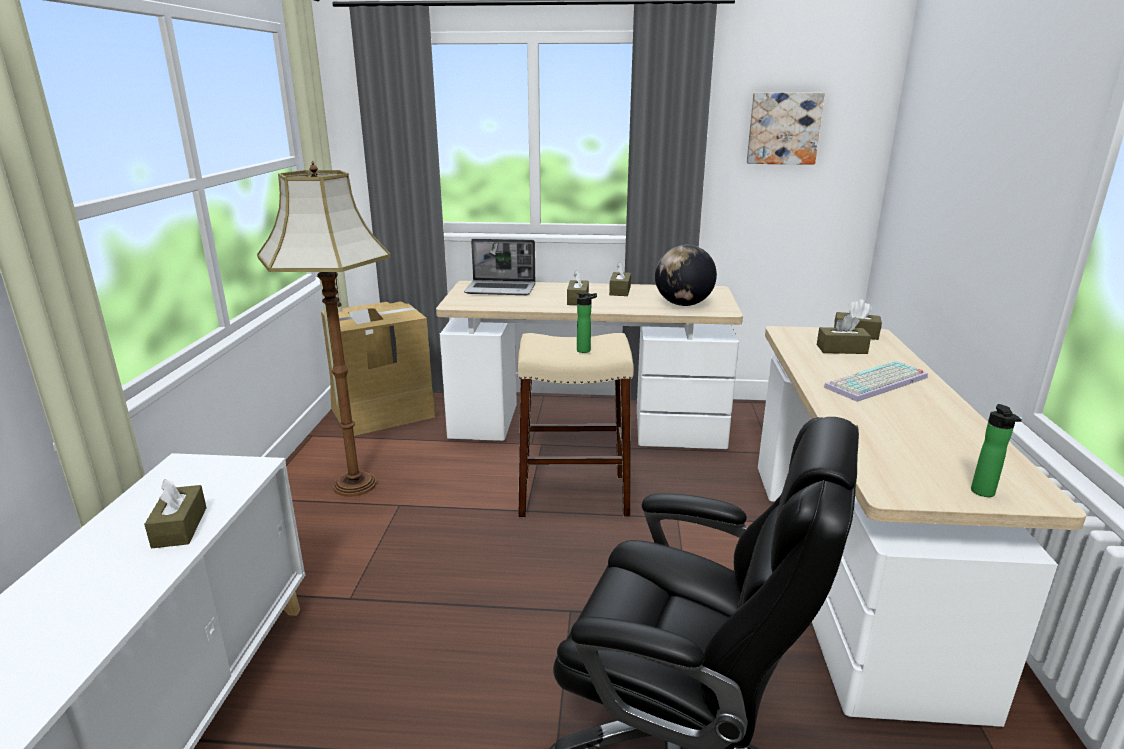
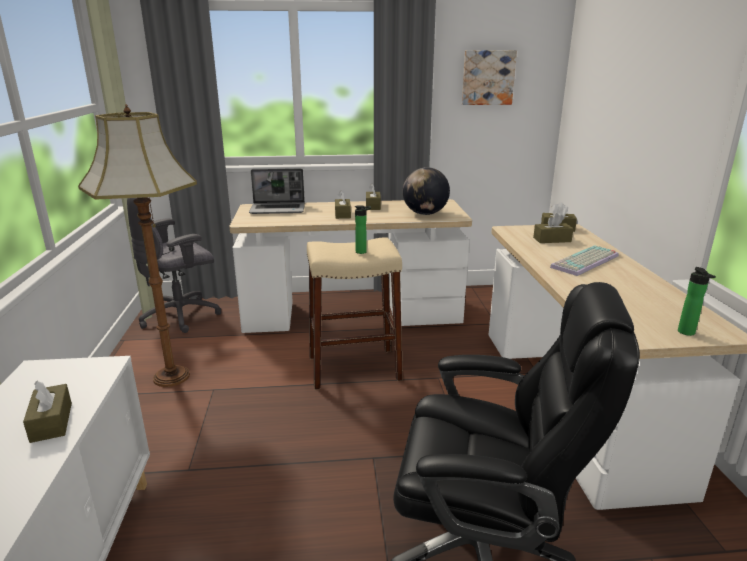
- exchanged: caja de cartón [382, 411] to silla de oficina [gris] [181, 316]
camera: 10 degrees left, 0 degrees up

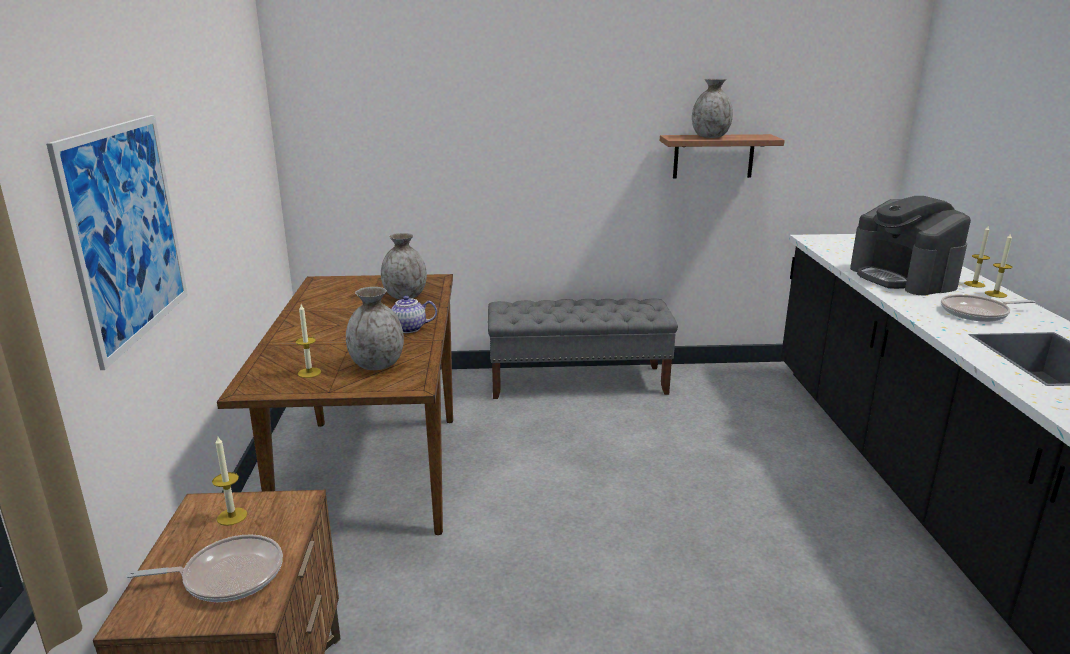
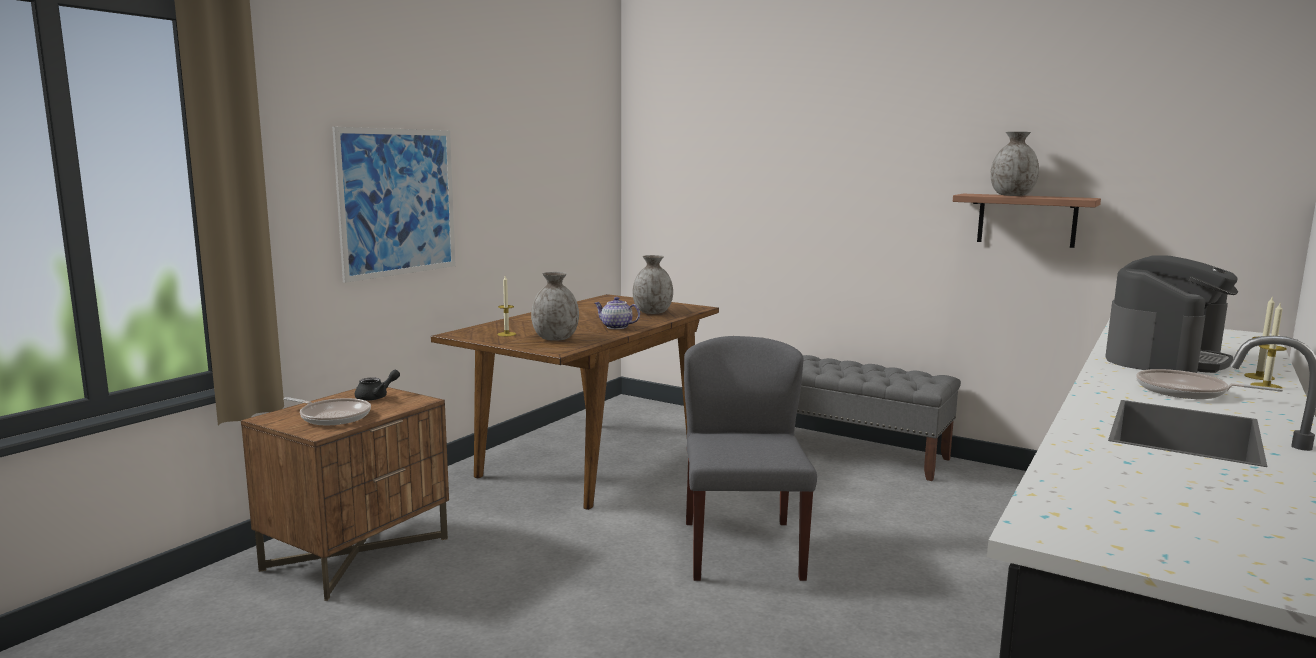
- exchanged: vela [232, 516] to tetera [negro] [376, 397]
- appeared: silla [gris] [742, 549]
- spun: cafetera [903, 278] = [1165, 359] 150 degrees counterclockwise
camera: 35 degrees right, 10 degrees down

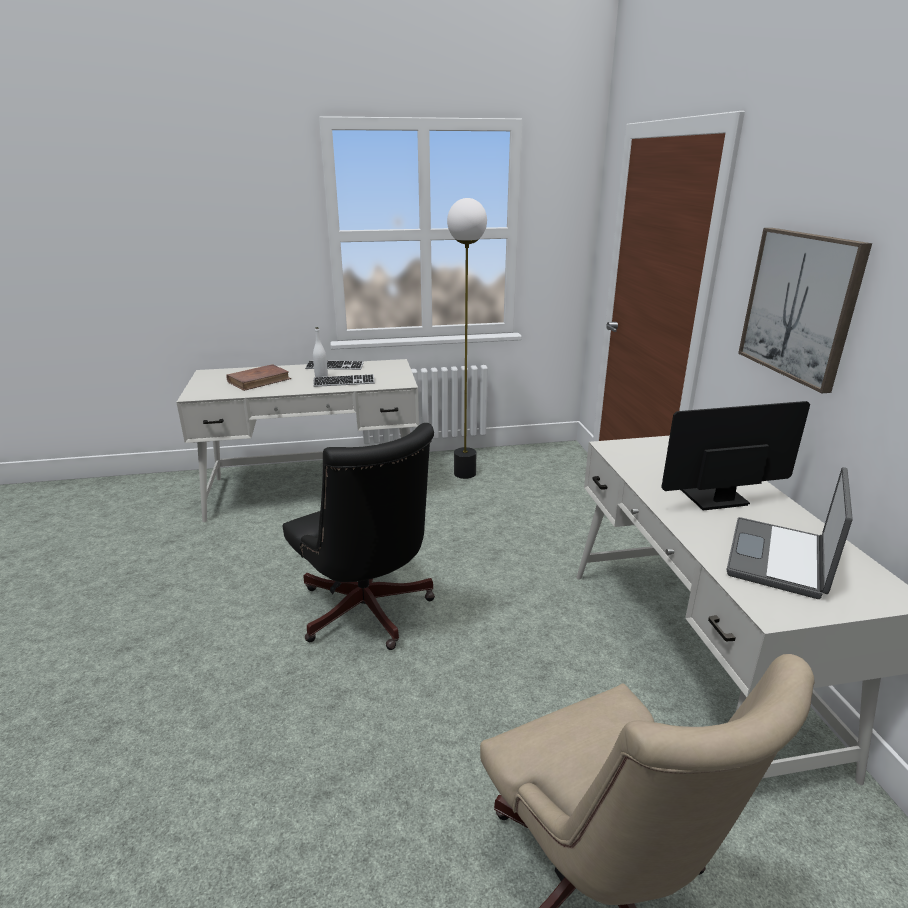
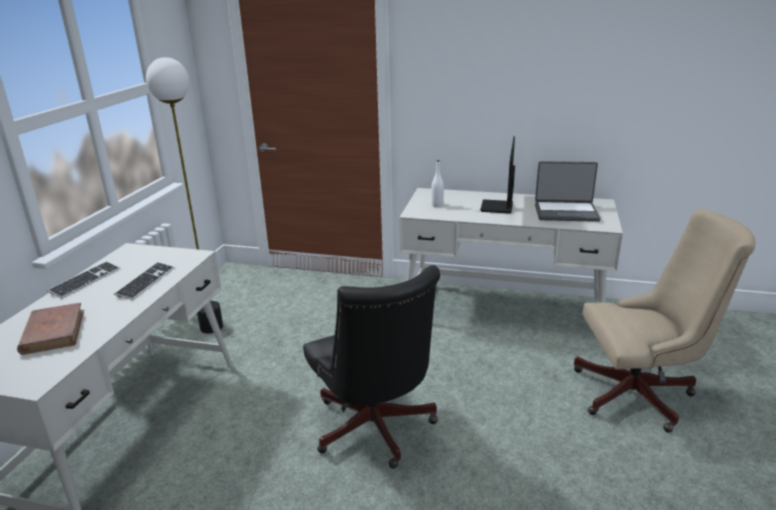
- spun: silla de oficina [negro] [368, 614] = [375, 431] 75 degrees clockwise
- relocated: botella [blanco] [321, 376] to [437, 205]
- spun: portátil [780, 559] = [566, 212] 45 degrees counterclockwise
- missing: cuadro [800, 306]
camera: 65 degrees left, 0 degrees up

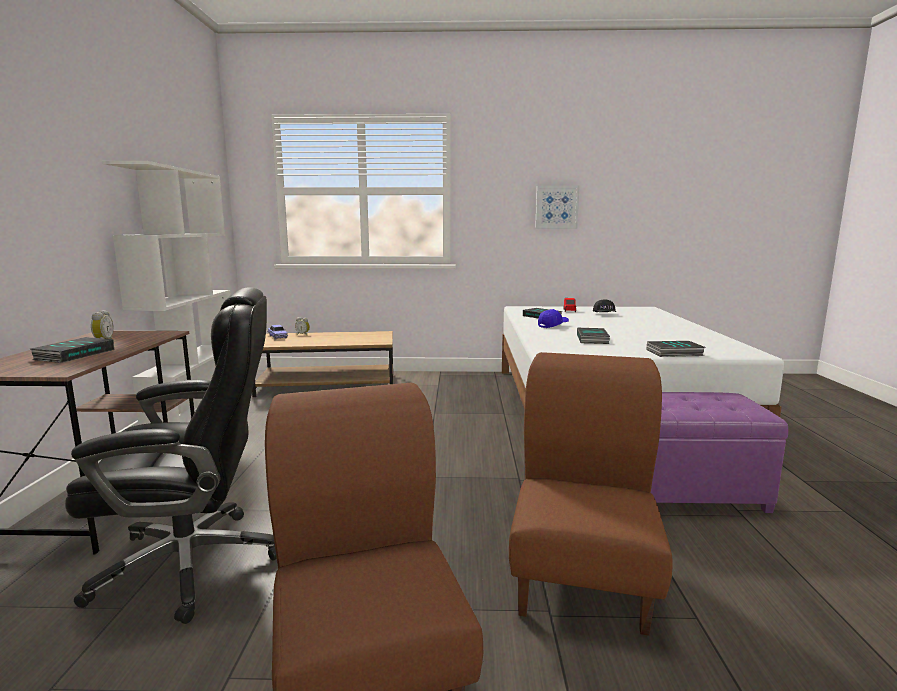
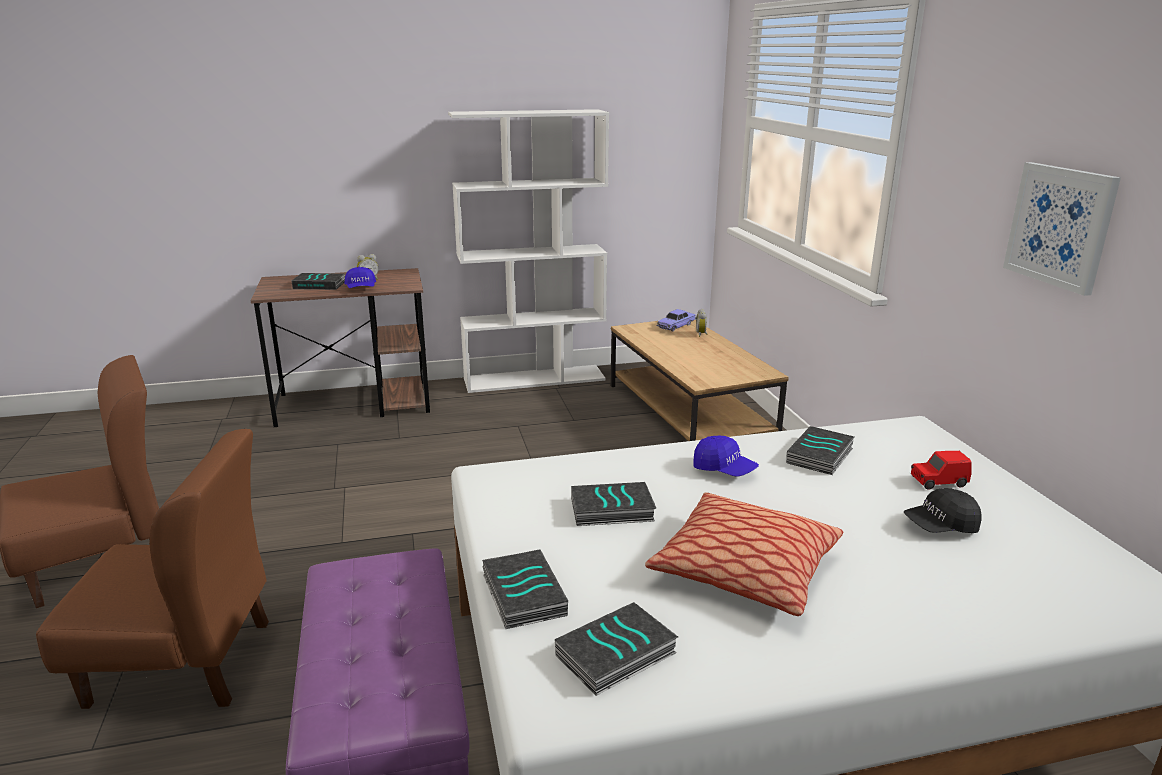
- appeared: gorra [azul] [361, 289]
- appeared: libro [616, 656]
- appeared: cojín [744, 569]
- missing: silla de oficina [negro] [194, 563]
camera: 75 degrees right, 10 degrees up

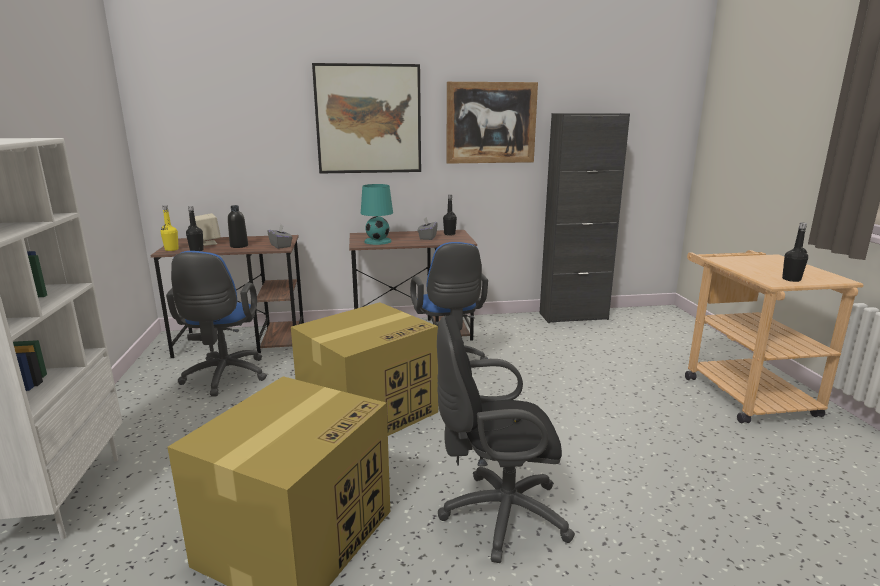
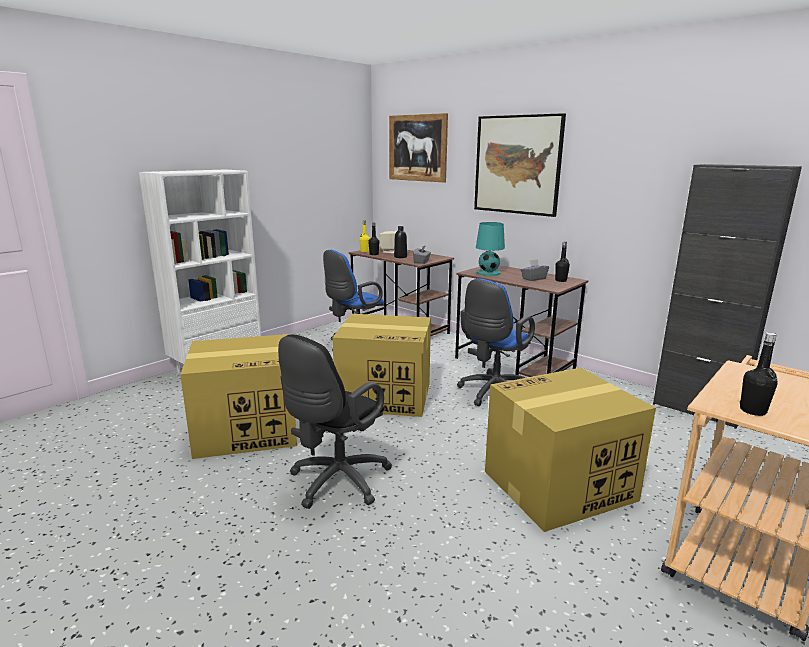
- spun: silla de oficina [negro] [497, 515] = [336, 483] 105 degrees counterclockwise
- relocated: cuadro [491, 123] to [417, 148]
- appeared: caja de cartón [557, 486]
camera: 50 degrees right, 0 degrees up

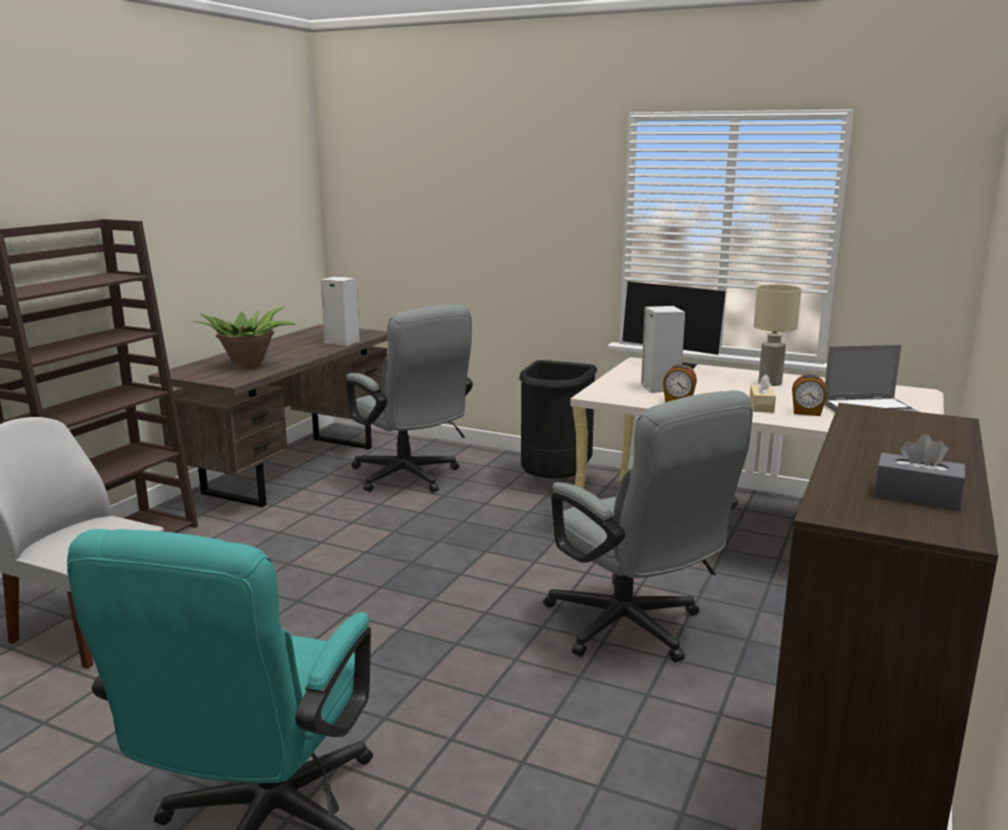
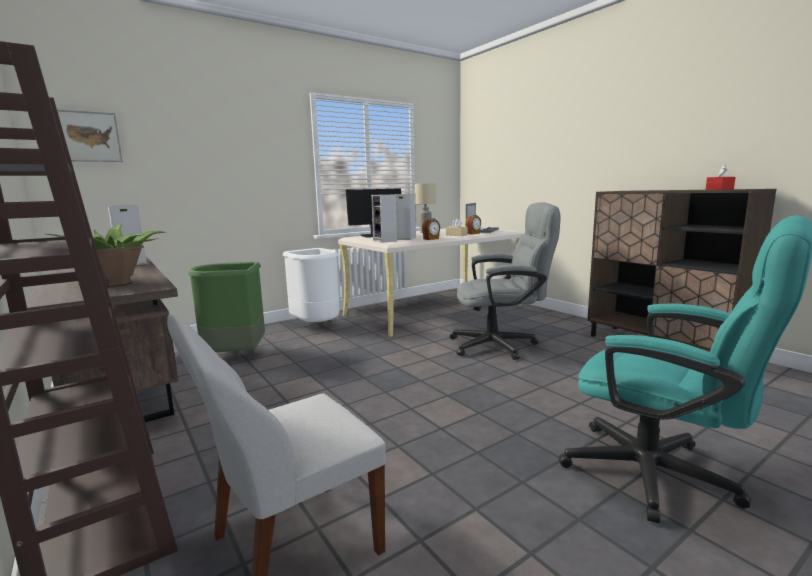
- appeared: cuadro [90, 137]
- exchanged: silla de oficina [gris] [410, 478] to papelera [verde] [236, 356]
- colour: papelera [negro] [555, 481] to papelera [blanco] [317, 326]
- appeared: altavoz [385, 241]
- colour: caja de pañuelos [gris] [916, 496] to caja de pañuelos [rojo] [719, 189]
camera: 60 degrees left, 5 degrees down

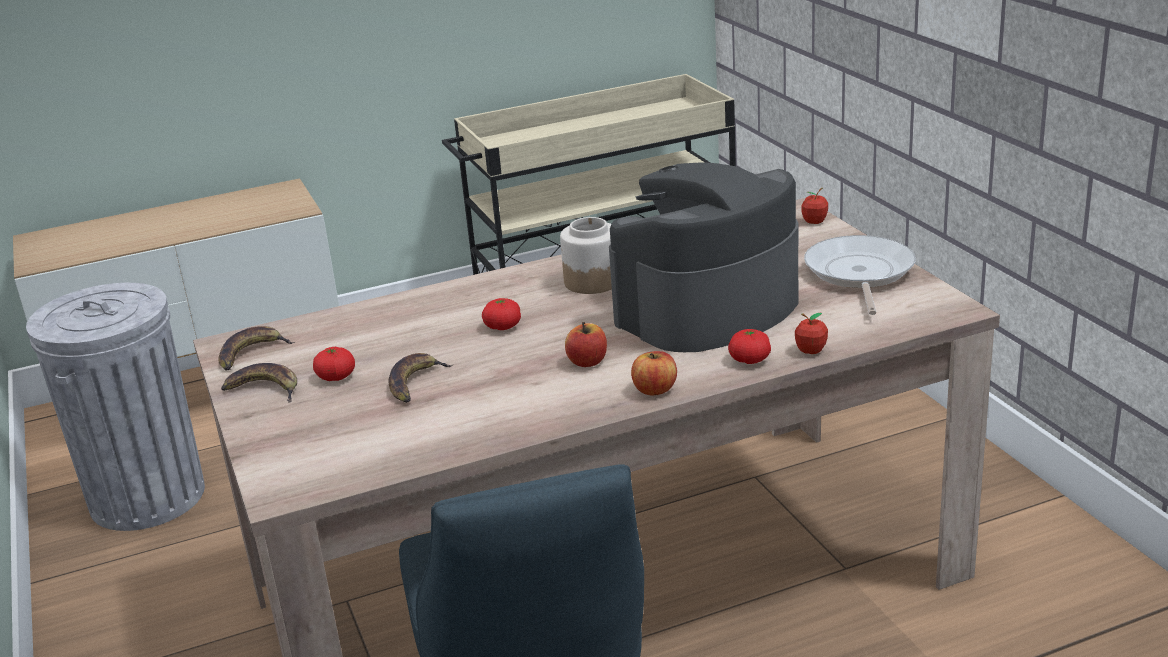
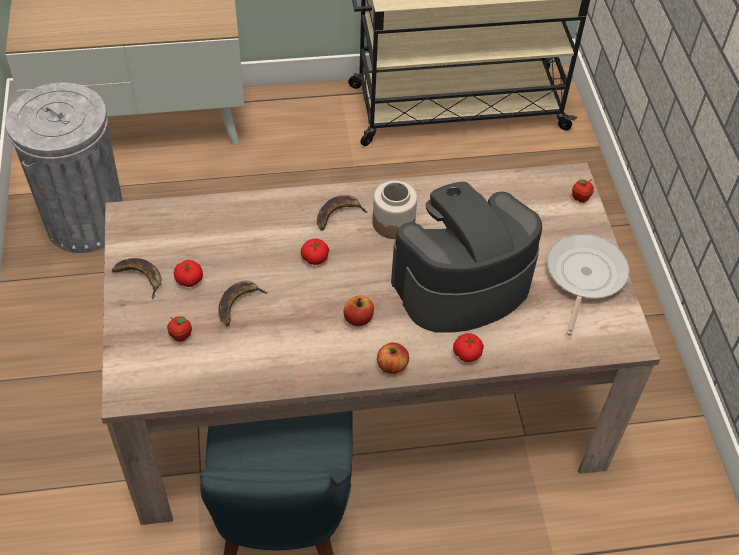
- relocated: manzana [811, 350] to [181, 335]
- relocated: plátano [251, 353] to [338, 214]
camera: 10 degrees right, 25 degrees up

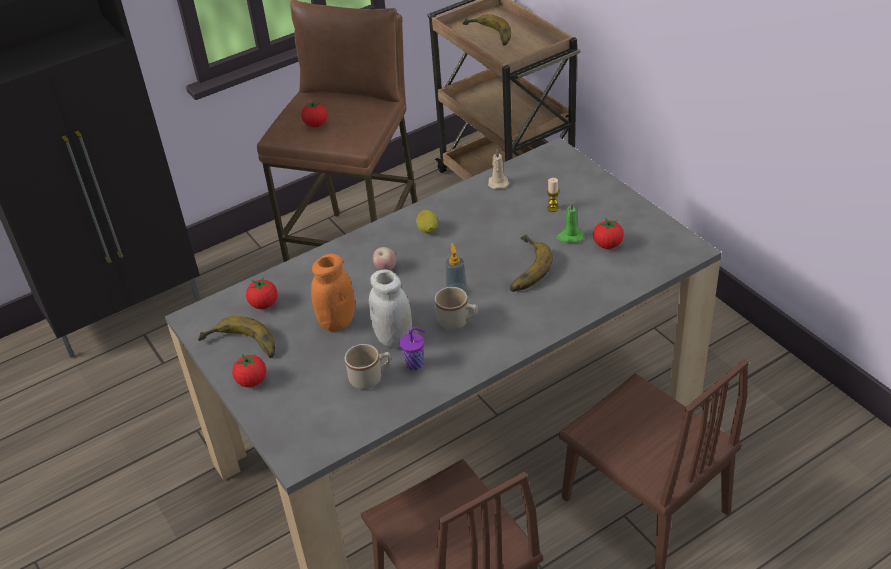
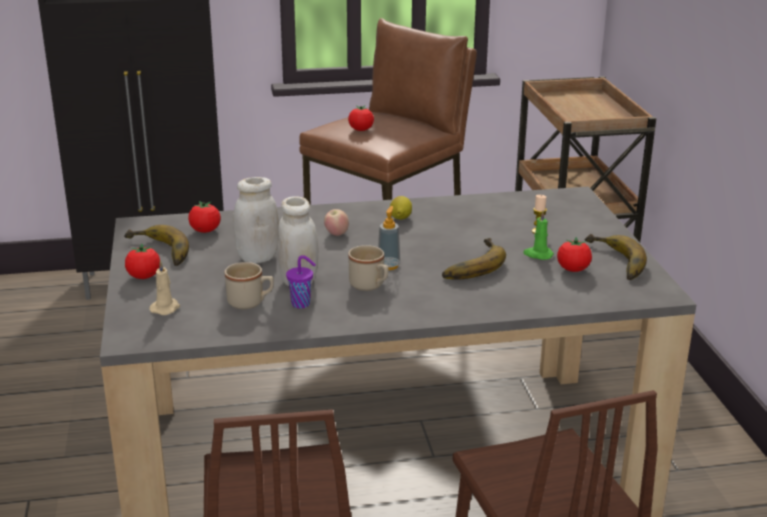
- relocated: vela [beis] [498, 182] to [166, 308]
- colour: tarro [naranja] [337, 321] to tarro [blanco] [258, 257]
- relocated: plátano [487, 35] to [613, 262]
camera: 20 degrees right, 15 degrees down

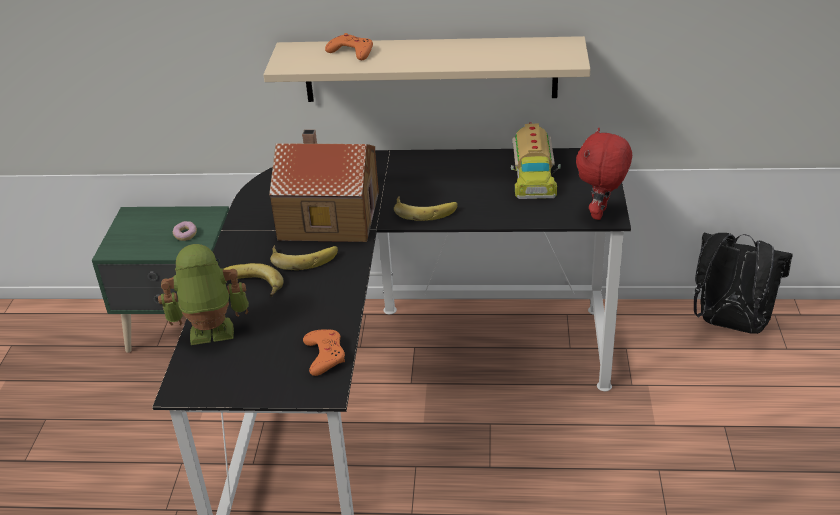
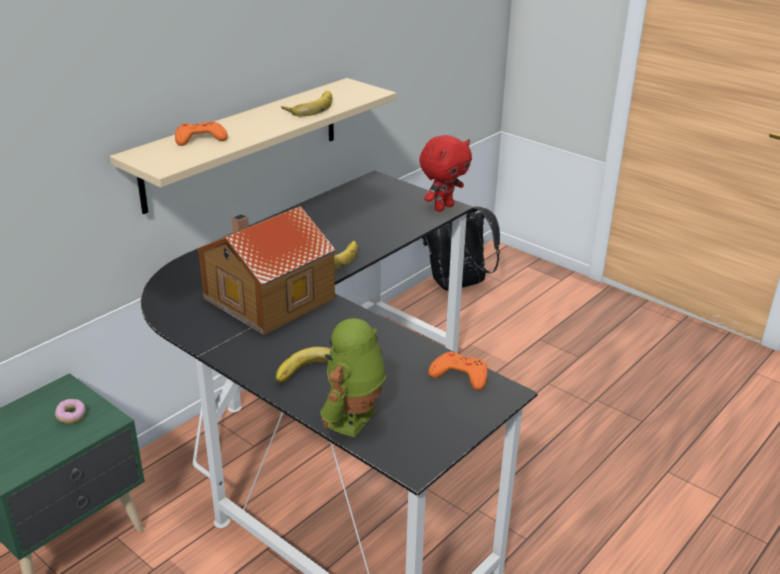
- relocated: plátano [304, 257] to [309, 107]
- spun: peluche [rojo] [601, 214] = [443, 207] 105 degrees counterclockwise
- missing: camión de juguete [532, 174]
camera: 55 degrees left, 5 degrees down

